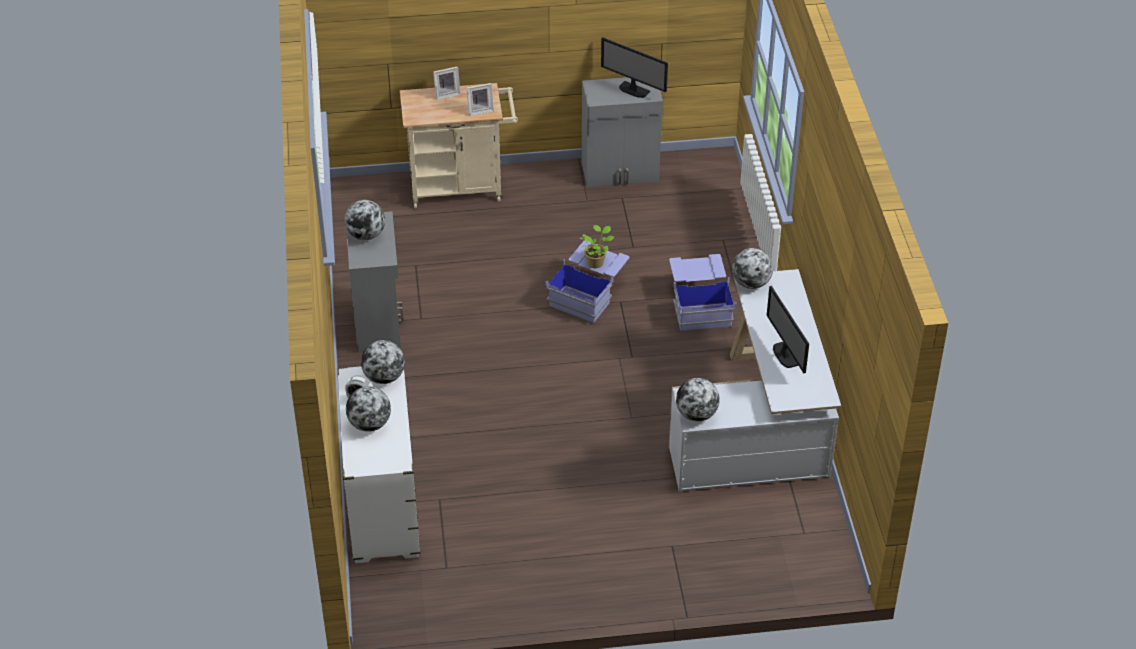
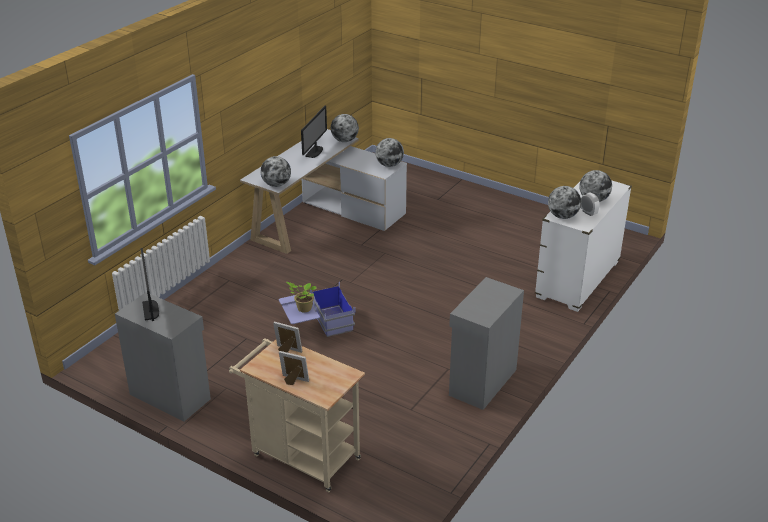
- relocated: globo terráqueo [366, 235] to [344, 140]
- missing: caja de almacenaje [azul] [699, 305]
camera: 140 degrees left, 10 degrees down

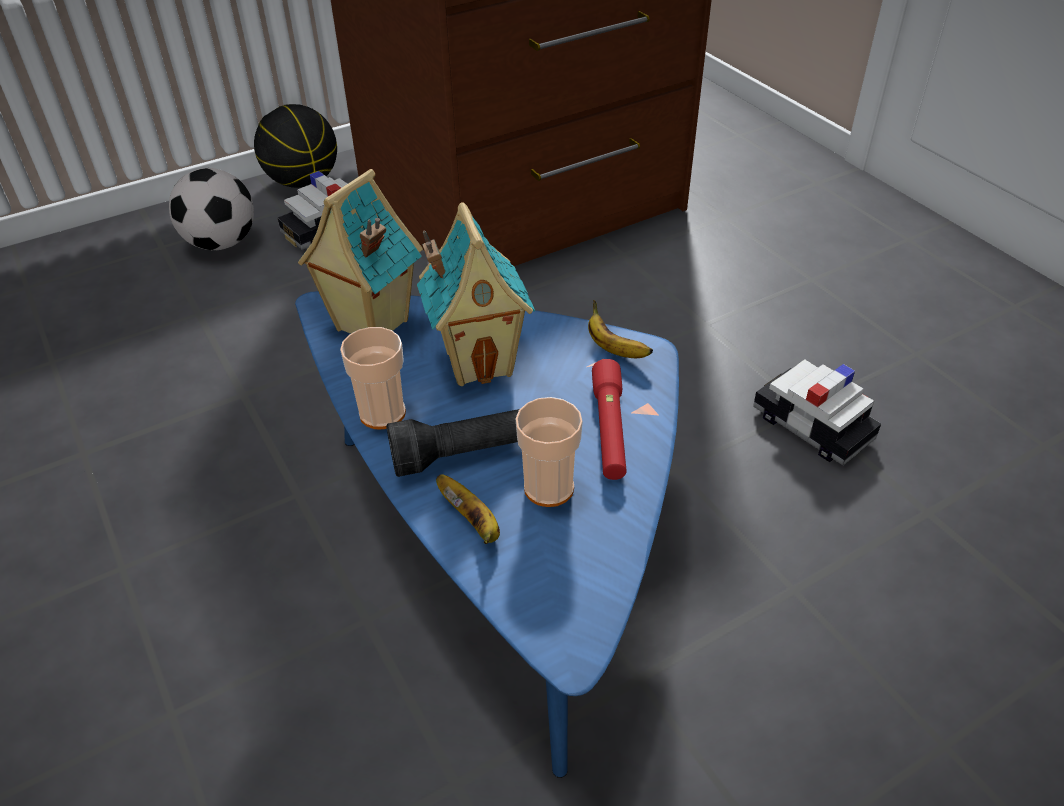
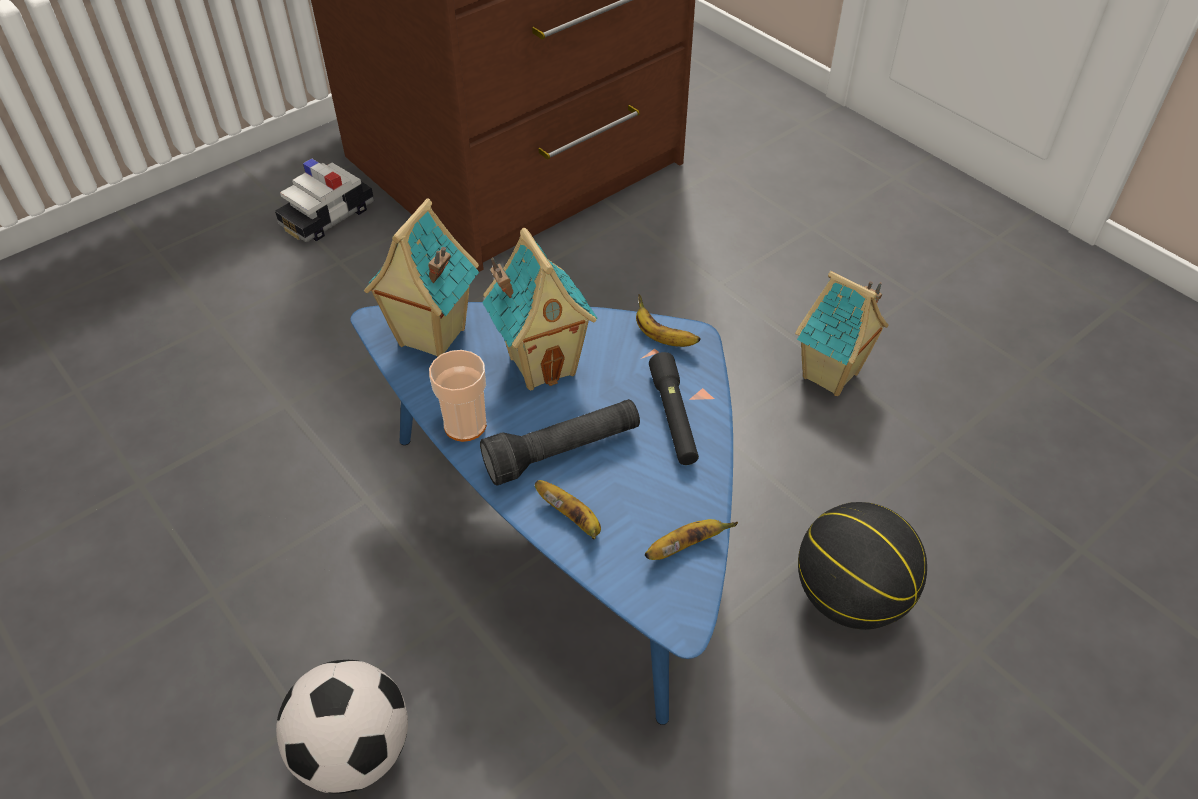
- relocated: balón de fútbol [221, 243] to [354, 751]
- appeared: plátano [684, 546]
- colour: linterna [rojo] [609, 429] to linterna [negro] [673, 417]
- exchanged: coche de juguete [811, 426] to casita [831, 377]
- relocated: balón de baloncesto [302, 182] to [850, 598]
- missing: taza [549, 488]
camera: 10 degrees left, 5 degrees up

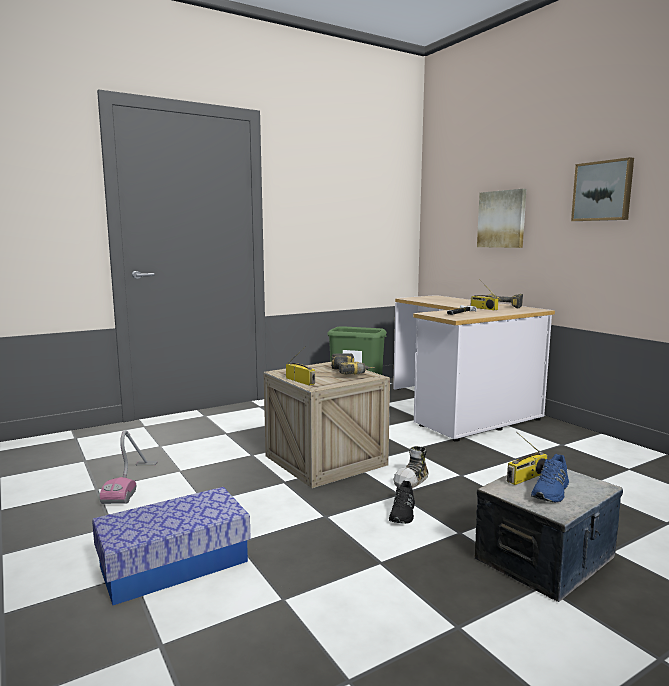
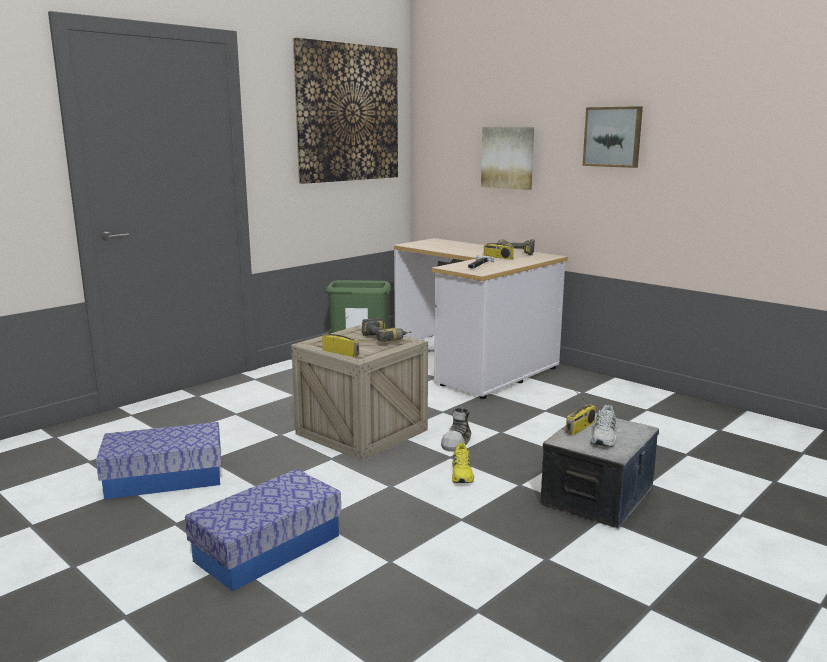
- exchanged: aspiradora [132, 482] to caja de almacenaje [165, 478]
- appeared: cuadro [348, 113]
- colour: zapato [negro] [403, 513] to zapato [amarillo] [462, 474]
- colour: zapato [azul] [551, 491] to zapato [blanco] [604, 437]
camera: 15 degrees left, 5 degrees up

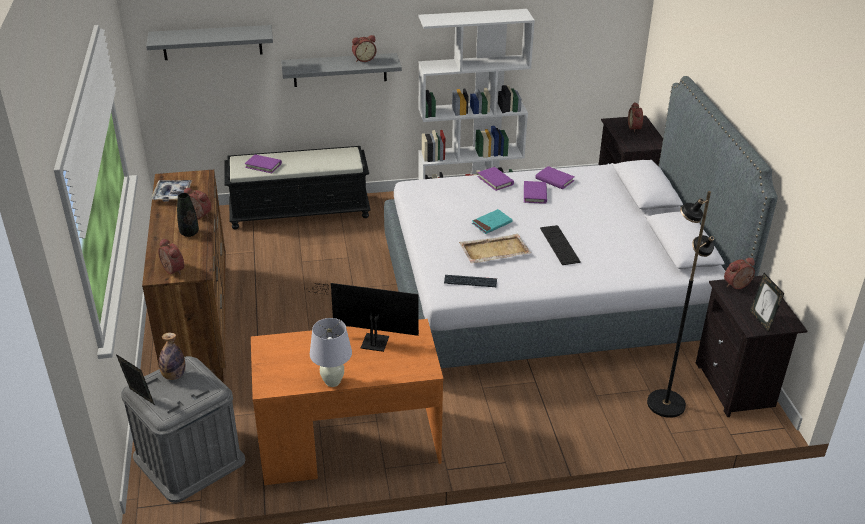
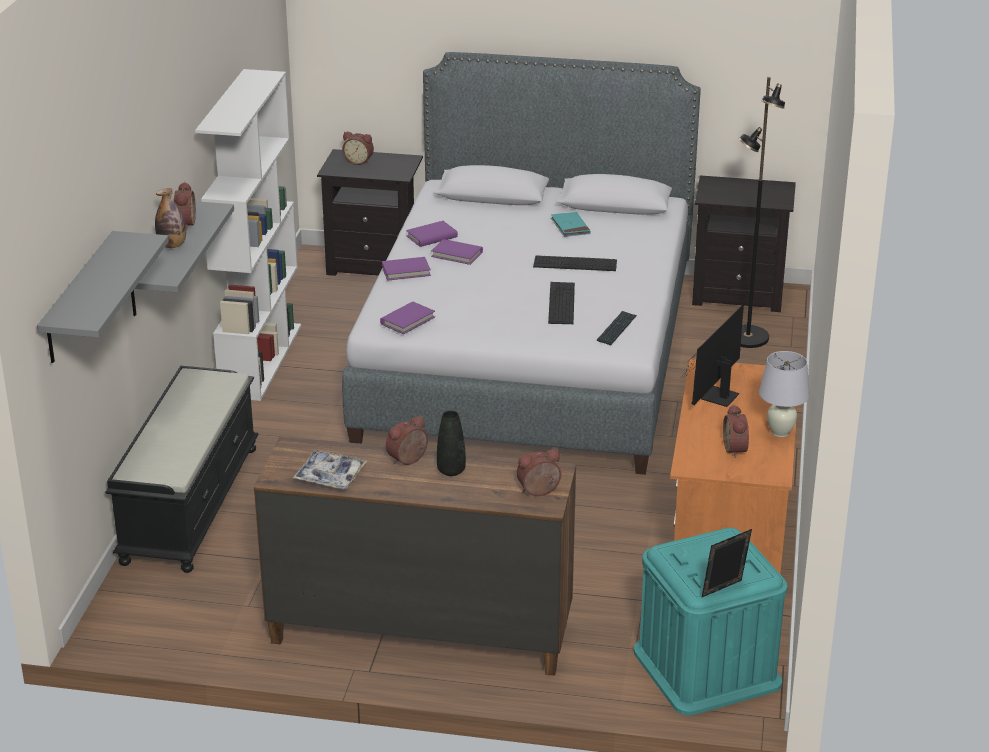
- relocated: botella [174, 376] to [172, 245]
- relocated: libro [morado] [263, 165] to [407, 320]
- exchanged: bandeja [beis] [494, 250] to teclado [561, 303]
- relocated: libro [turquesa] [492, 223] to [570, 227]
- colour: caja de almacenaje [gris] [189, 458] to caja de almacenaje [turquesa] [706, 667]
- relocated: despertador [738, 286] to [737, 449]
- missing: portarretratos [761, 321]
camera: 70 degrees left, 5 degrees down

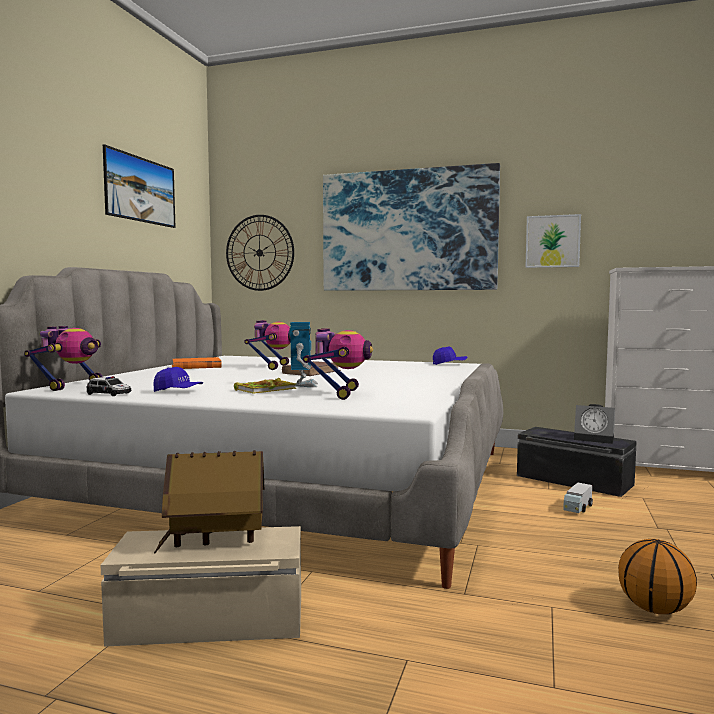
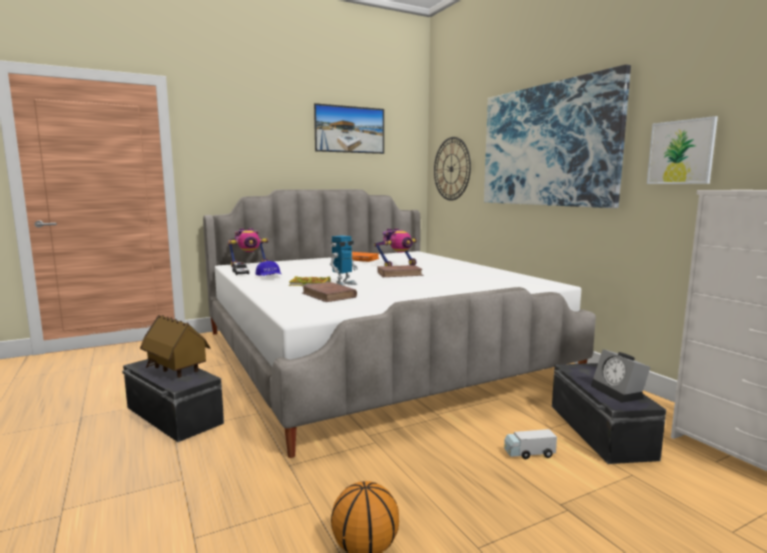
- colour: caja de almacenaje [beis] [210, 621] to caja de almacenaje [negro] [172, 416]
- exchanged: robot de juguete [339, 394] to libro [marrón] [329, 295]
- missing: gorra [azul] [449, 364]
camera: 45 degrees right, 5 degrees up

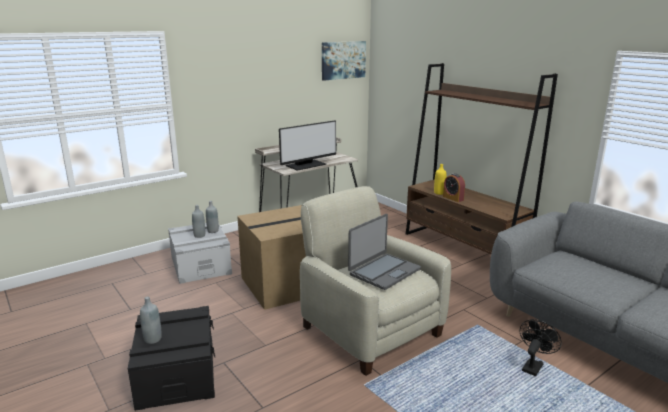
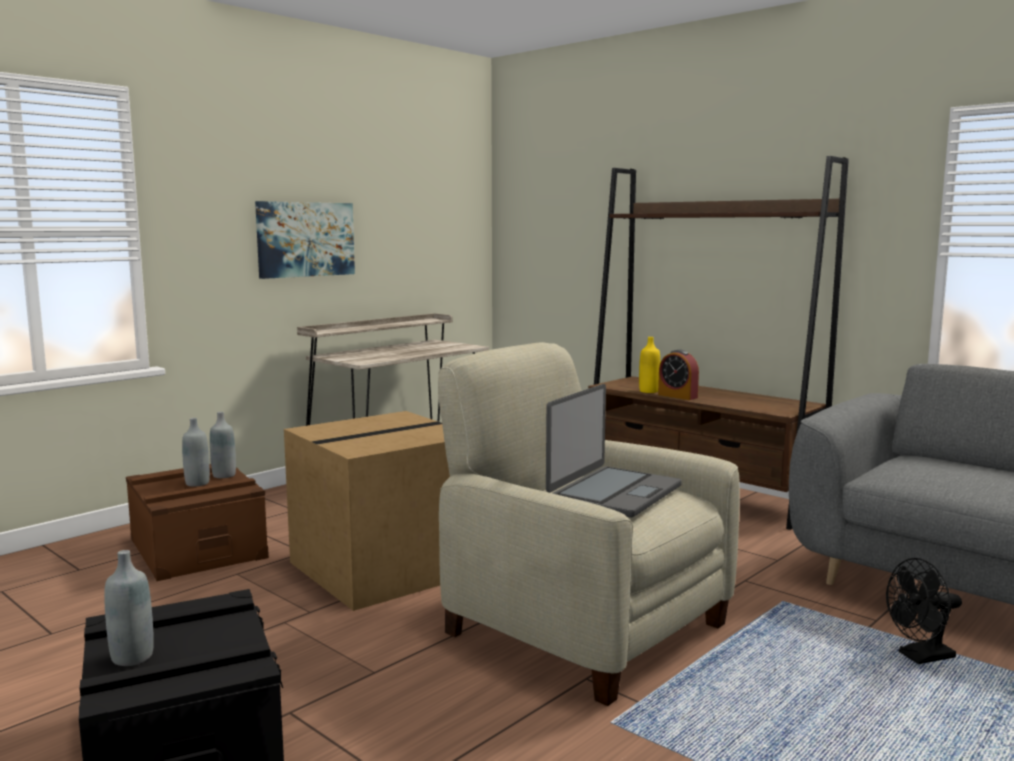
- colour: caja de almacenaje [gris] [200, 265] to caja de almacenaje [marrón] [197, 548]
- relocated: cuadro [343, 60] to [305, 239]
- spun: ventilador [negro] [533, 366] = [920, 657] 135 degrees counterclockwise
- missing: monitor [306, 165]
camera: 10 degrees left, 10 degrees down

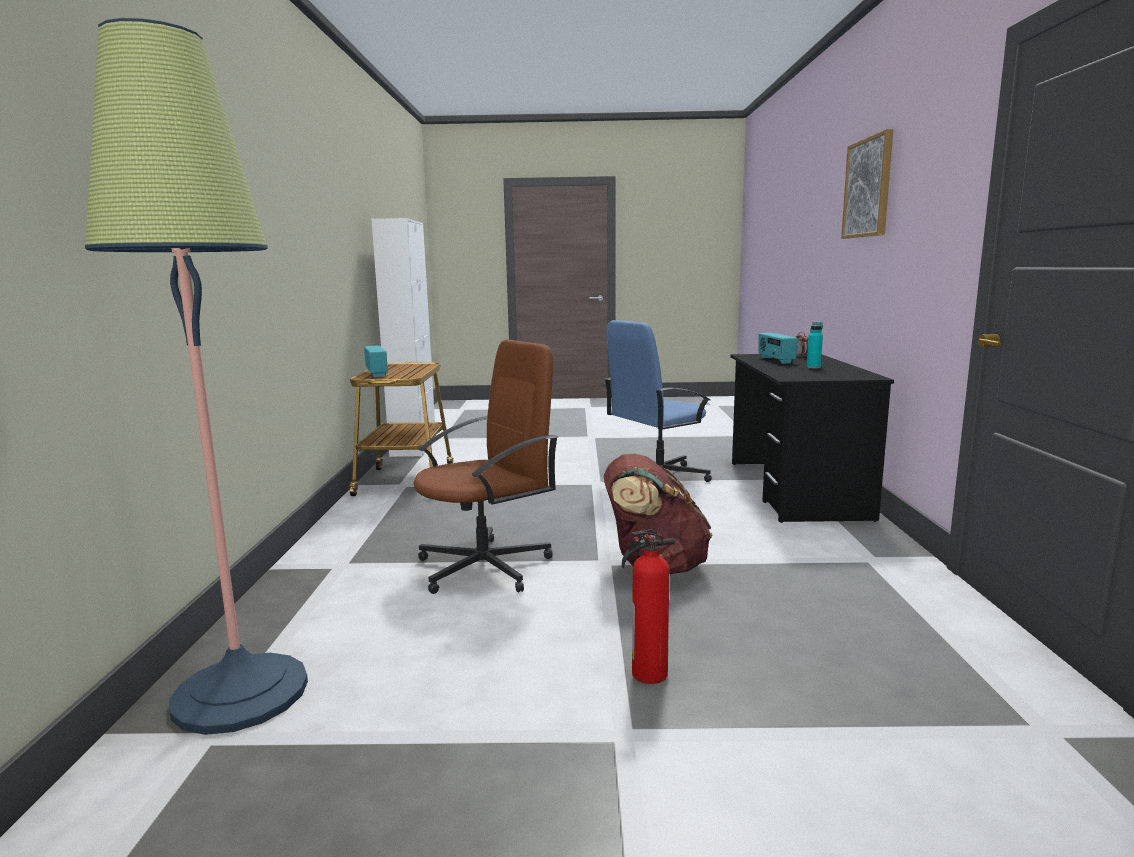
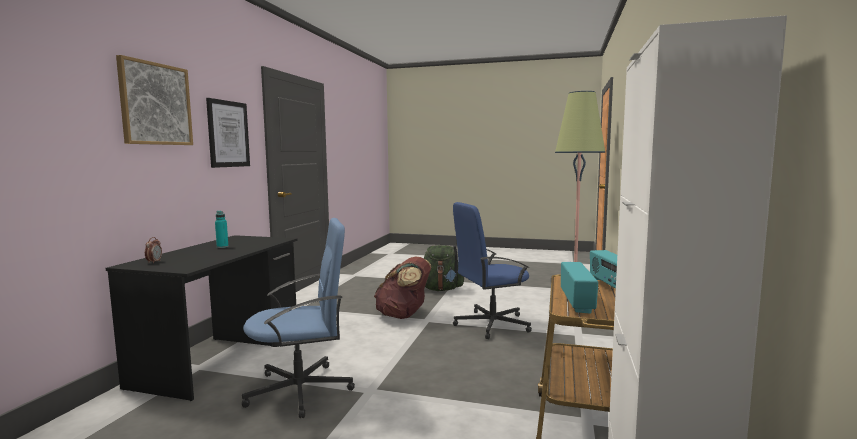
- appeared: cuadro [228, 134]
- exchanged: extintor [647, 674] to mochila [verde] [441, 289]
- colour: silla de oficina [marrón] [486, 567] to silla de oficina [azul] [491, 324]
- relocated: radio [775, 360] to [577, 303]
camera: 165 degrees left, 5 degrees down

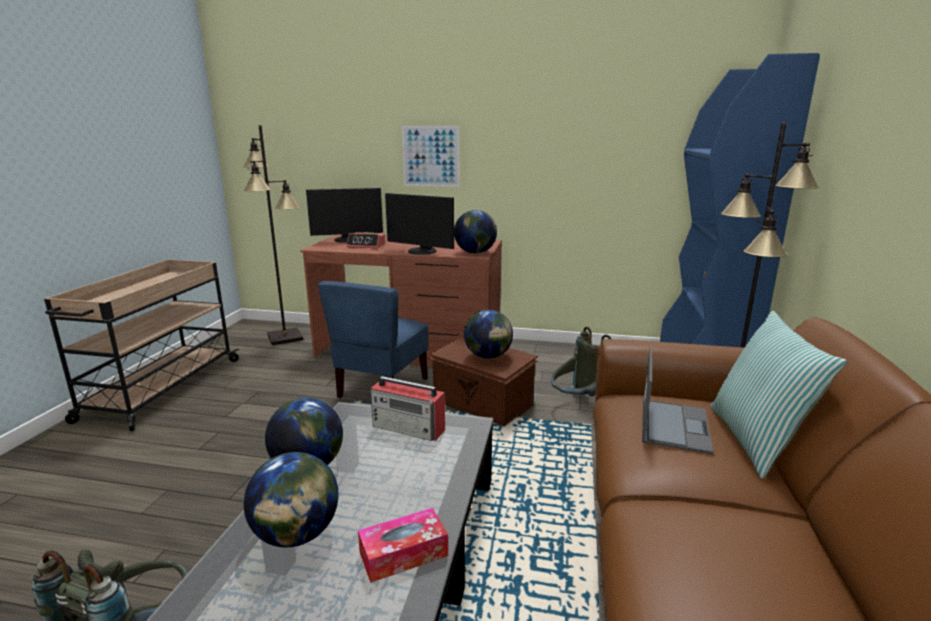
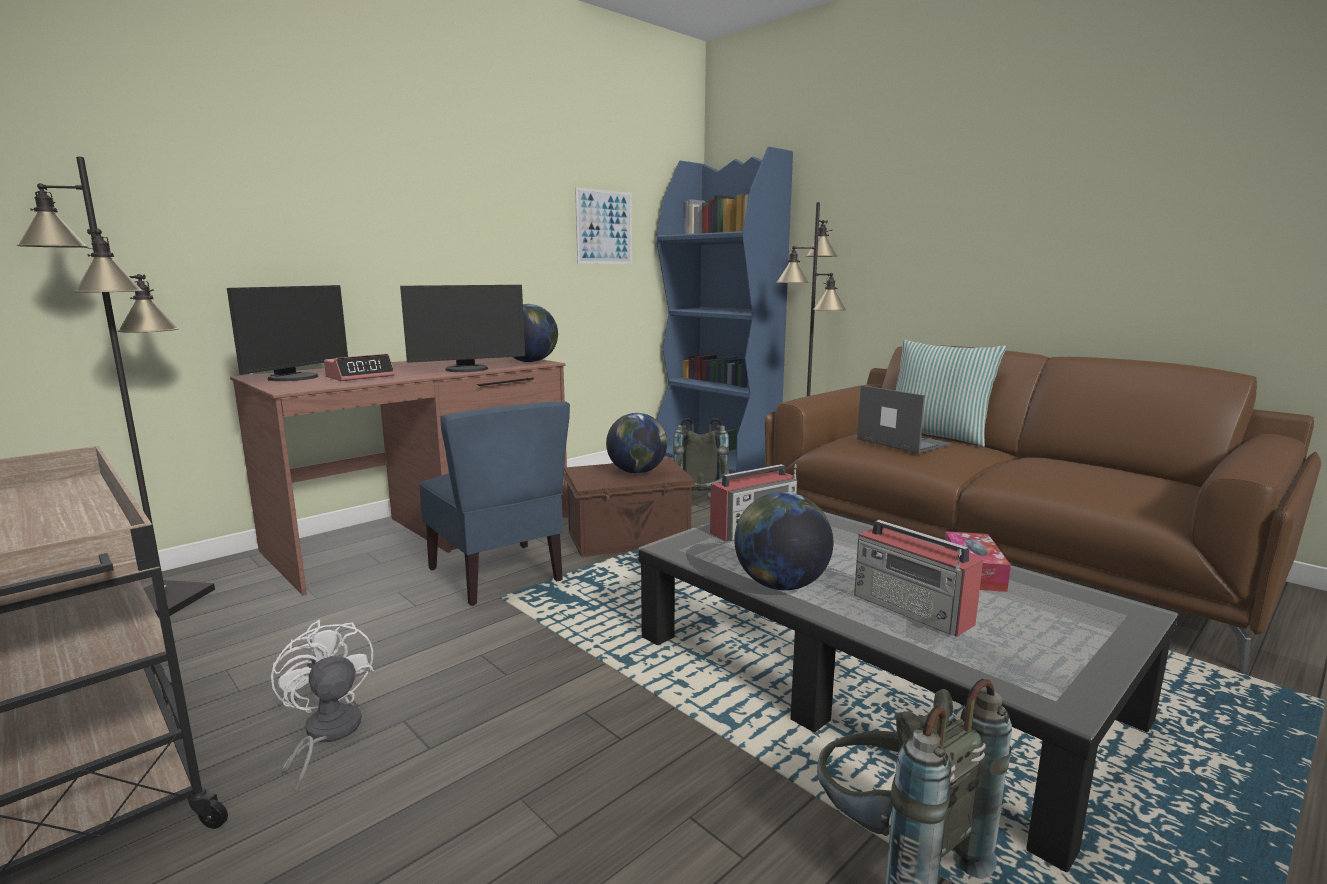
- appeared: ventilador [blanco] [326, 735]
- relocated: cuadro [431, 156] to [604, 227]
- exchanged: globo terráqueo [297, 534] to radio [913, 610]
camera: 55 degrees left, 5 degrees down

